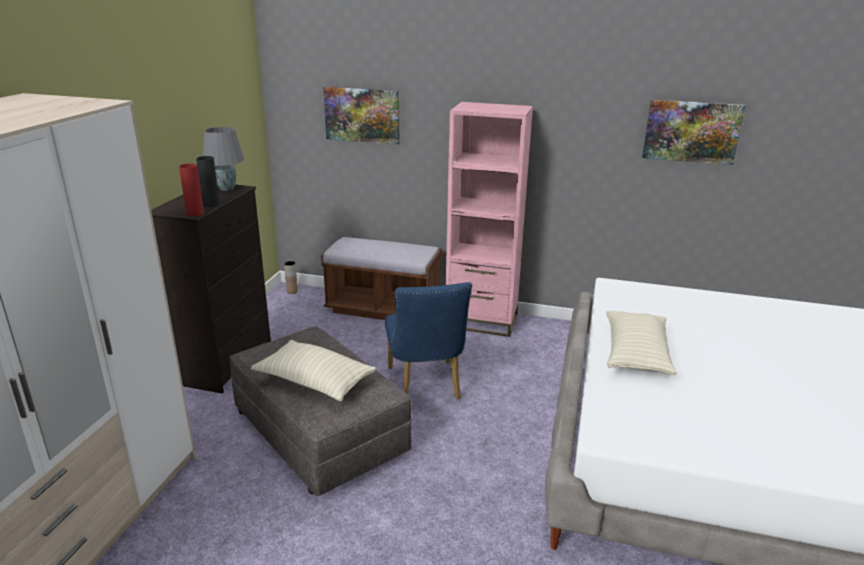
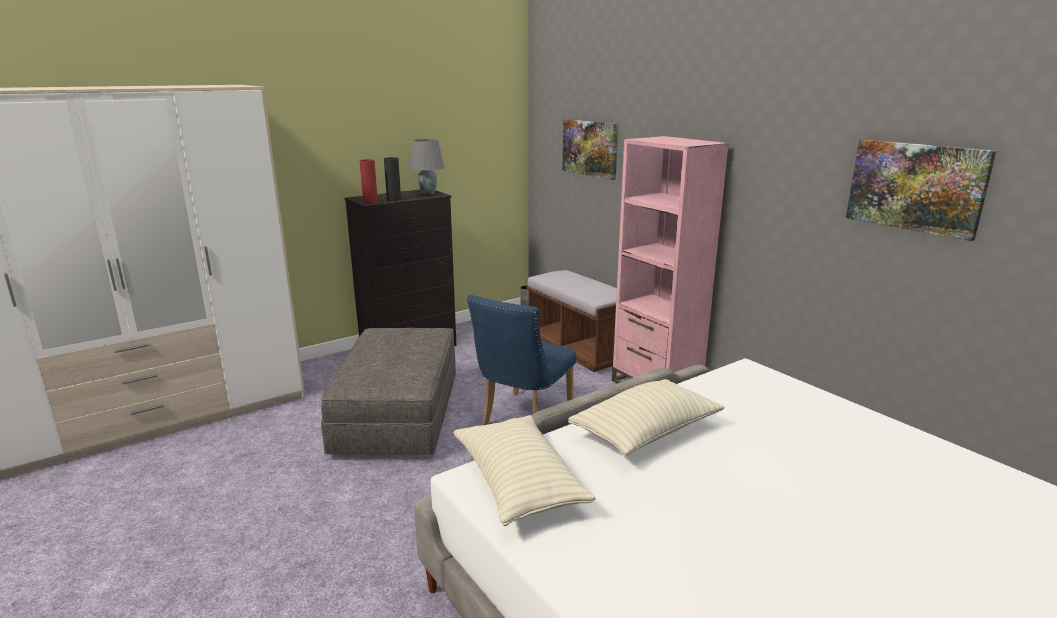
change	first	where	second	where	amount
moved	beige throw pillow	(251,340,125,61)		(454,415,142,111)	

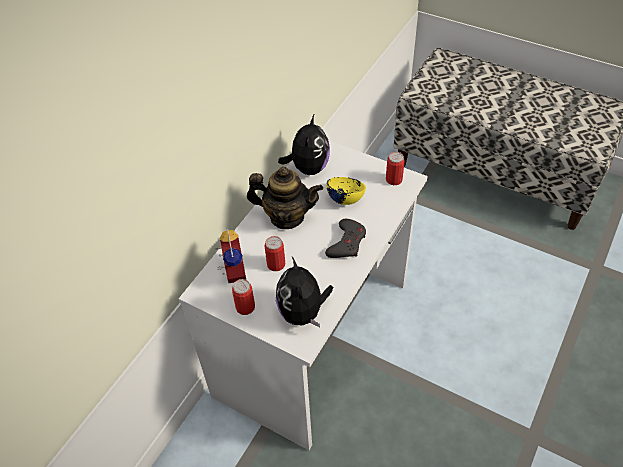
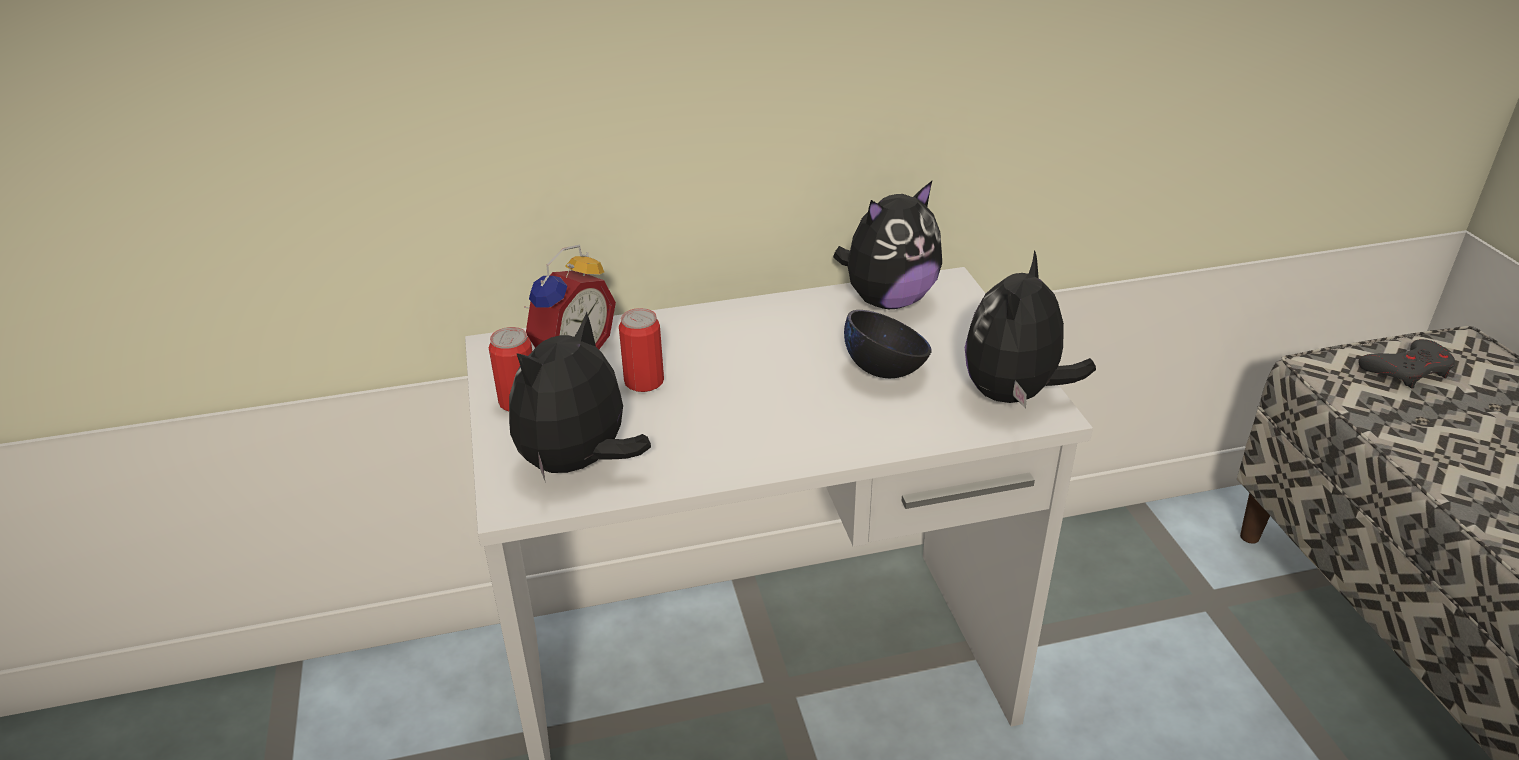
change	first	where	second	where	amount
removed	pot for tea	(247,167,76,62)			
moved	gray joypad	(325,219,41,39)		(1358,339,97,50)	
recoloured	yellow-coloured bowl	(327,177,39,28)	black-coloured bowl	(844,310,88,68)	
replaced	metal can	(386,152,19,33)	plush toy	(965,250,131,158)	

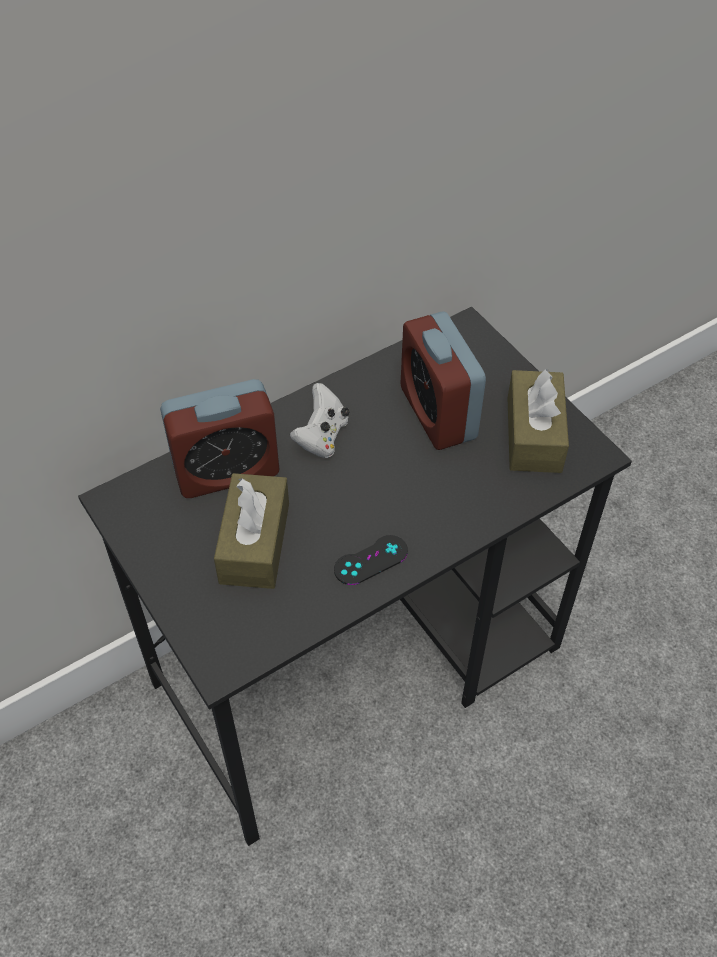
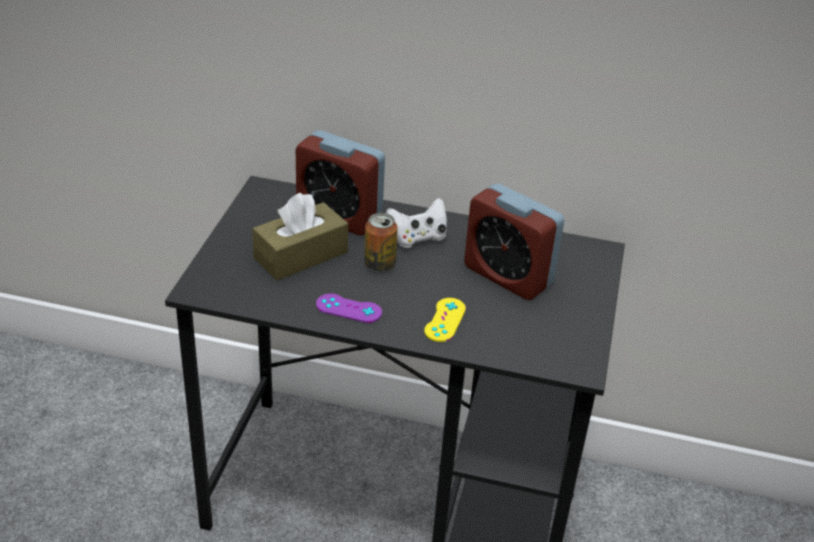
change	first	where	second	where	amount
recoloured	black-coloured joypad	(334,535,74,50)	purple-coloured joypad	(316,294,66,29)	
turned	table clock	(401,311,85,139)		(464,184,101,116)	75 degrees counterclockwise
removed	brownish tissue holder	(508,369,61,104)			
added			metal can	(364,213,33,59)	
added			yellow-coloured joypad	(424,298,42,44)	

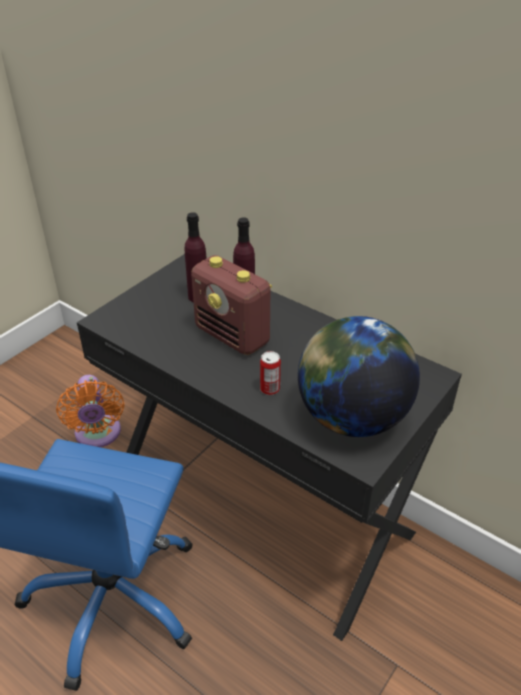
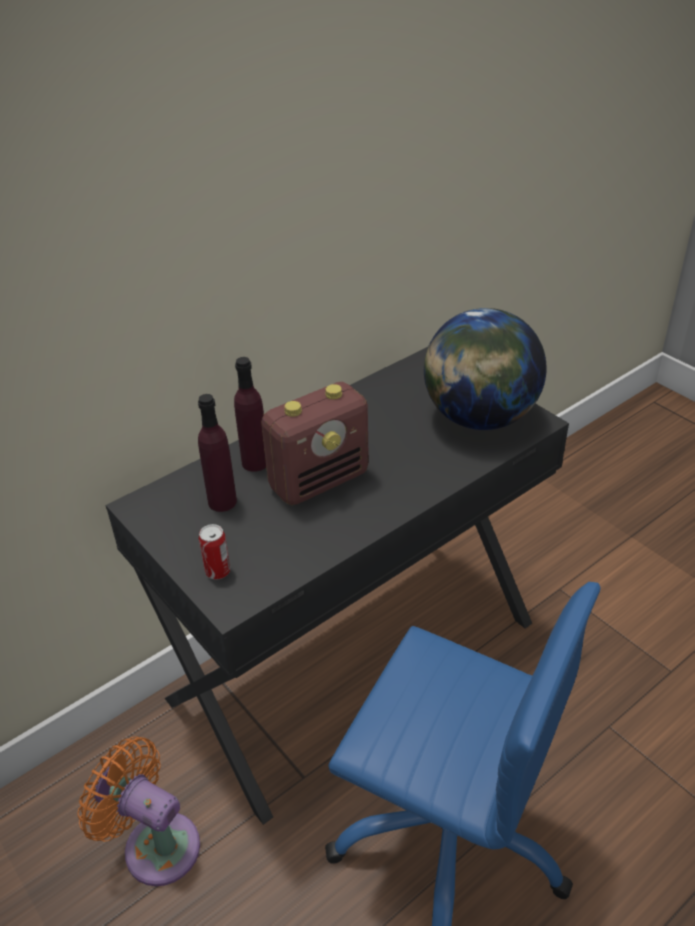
change	first	where	second	where	amount
turned	orangey electric fan	(56,375,69,72)		(77,736,123,150)	150 degrees counterclockwise
moved	metal can	(260,351,21,44)		(199,524,31,56)	

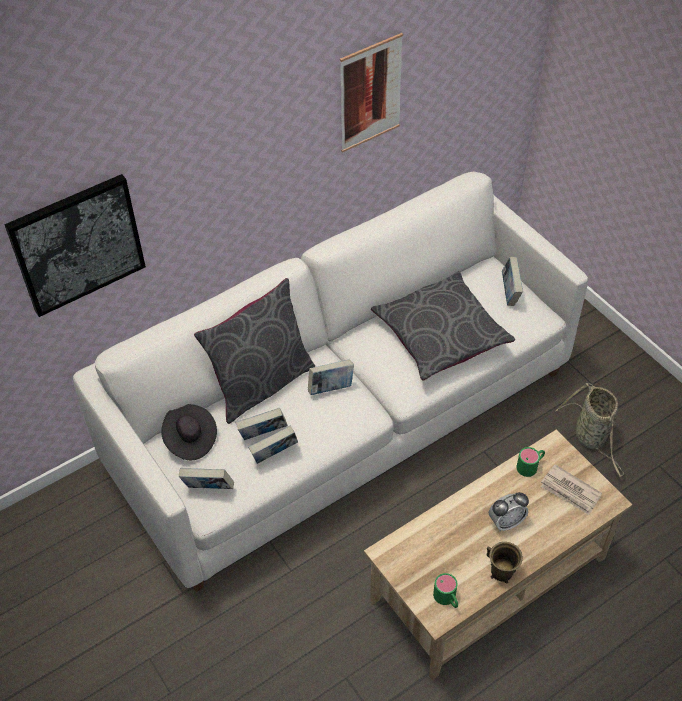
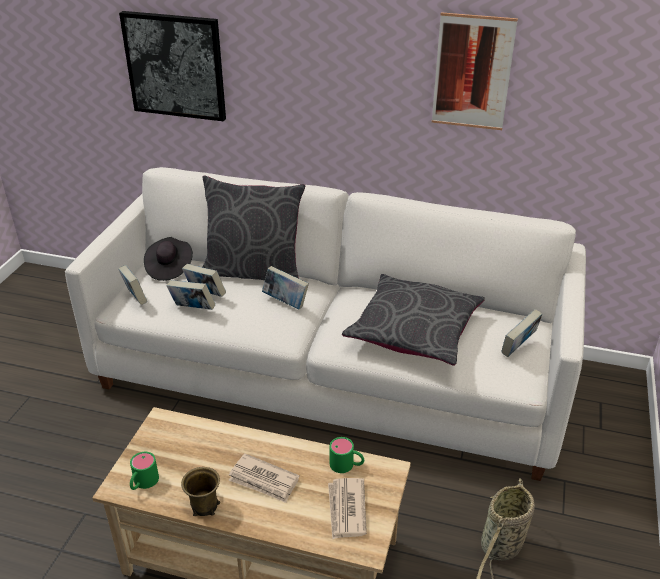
change	first	where	second	where	amount
replaced	table clock	(489,492,40,39)	newspaper	(228,453,71,50)	

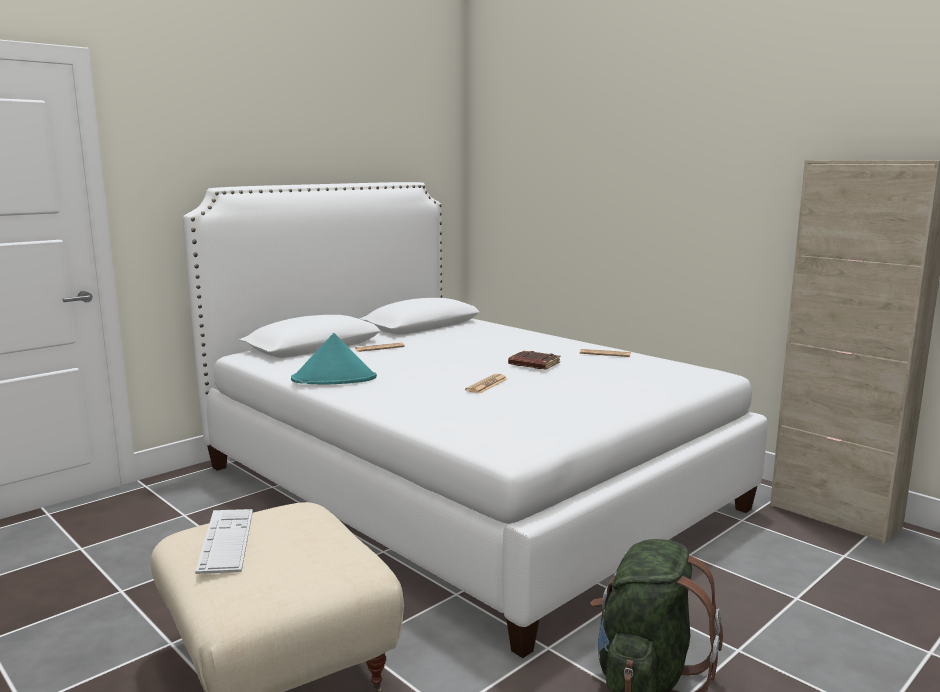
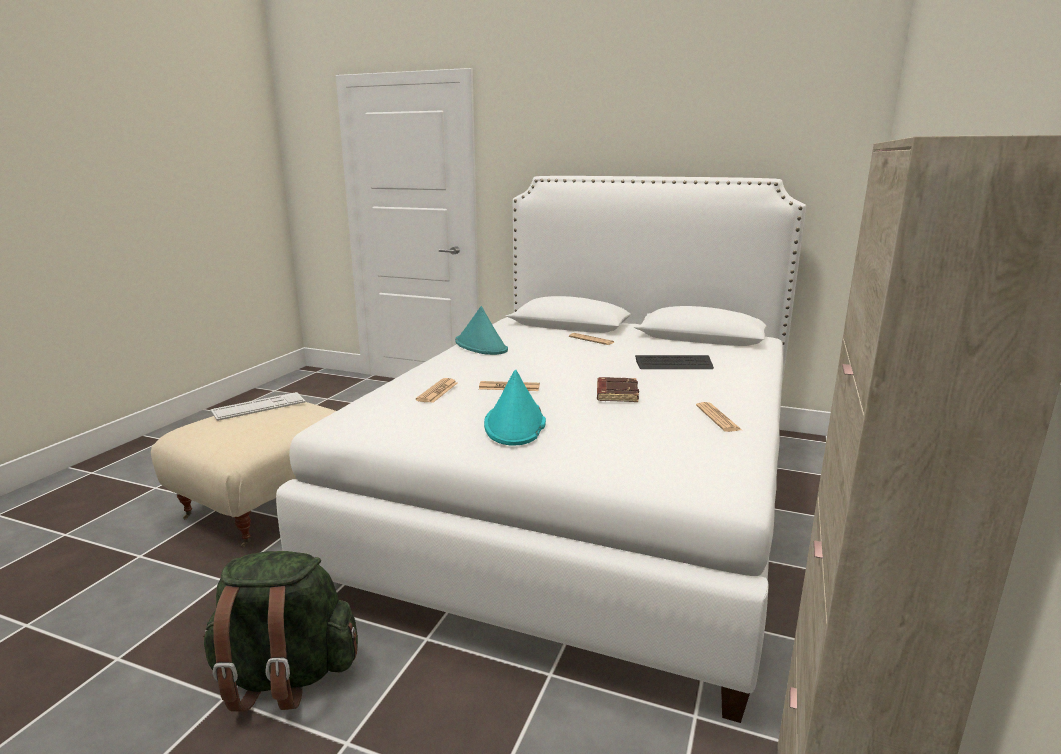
change	first	where	second	where	amount
added			newspaper	(416,378,41,25)	
added			turquoise hat	(484,370,62,76)	
added			computer keyboard	(635,355,79,14)	

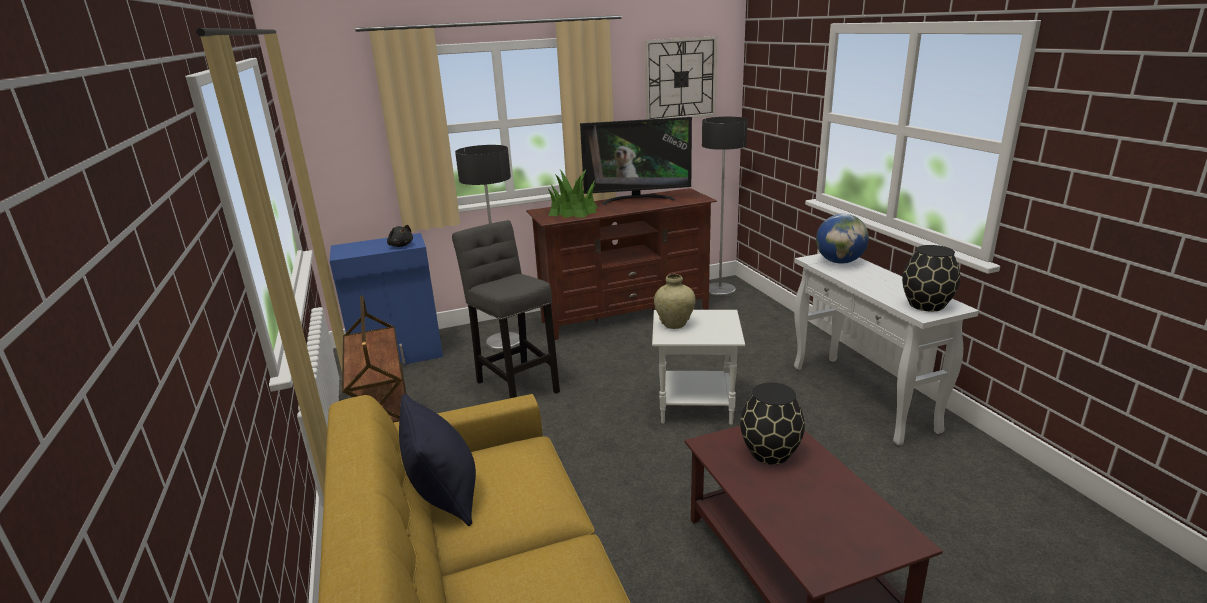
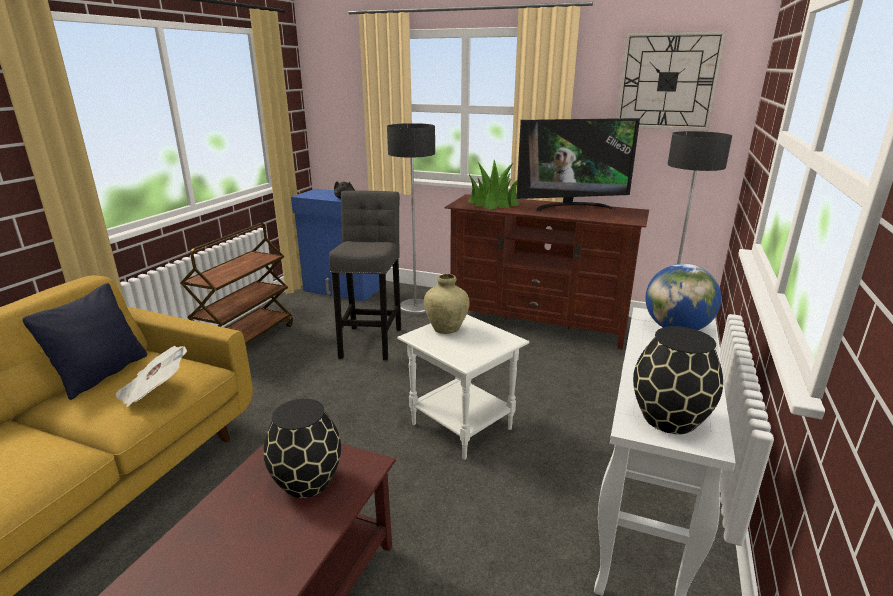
change	first	where	second	where	amount
turned	television	(580,117,112,88)		(516,118,124,94)	45 degrees counterclockwise
added			newspaper	(116,346,71,61)	

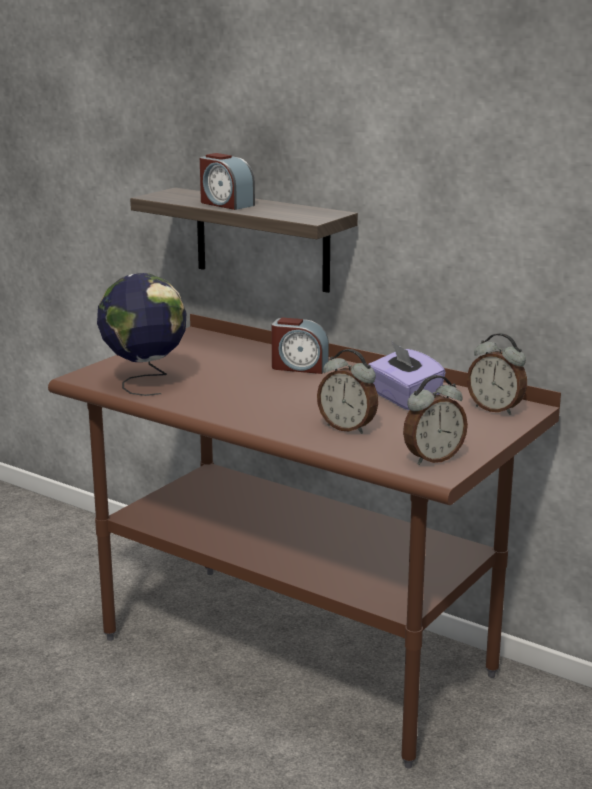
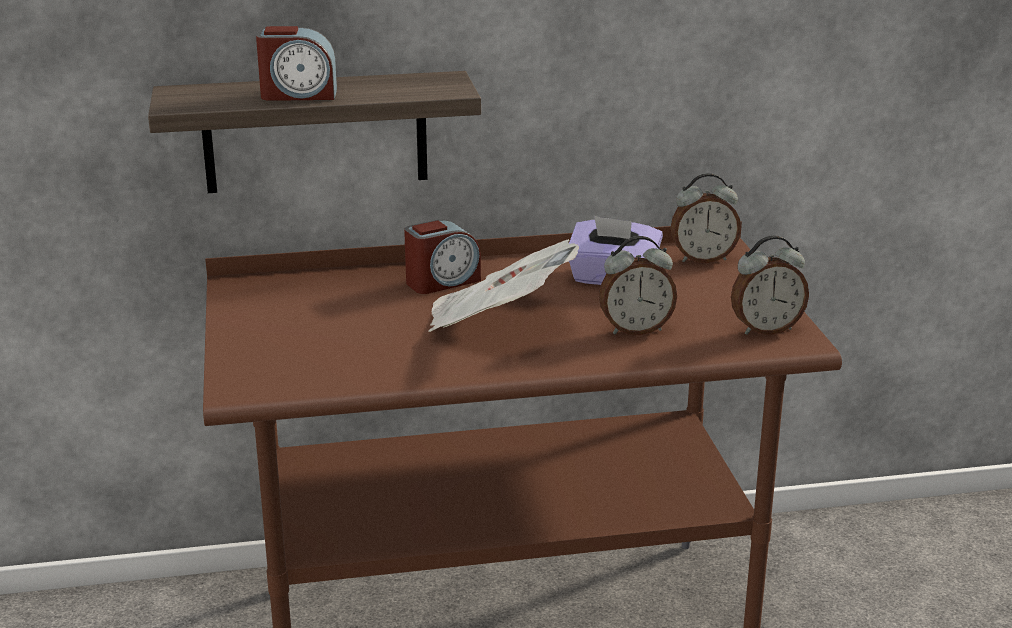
change	first	where	second	where	amount
removed	desk globe	(97,273,89,123)			
turned	table clock	(403,375,65,90)		(731,236,78,99)	60 degrees clockwise
added			newspaper	(428,239,151,93)	

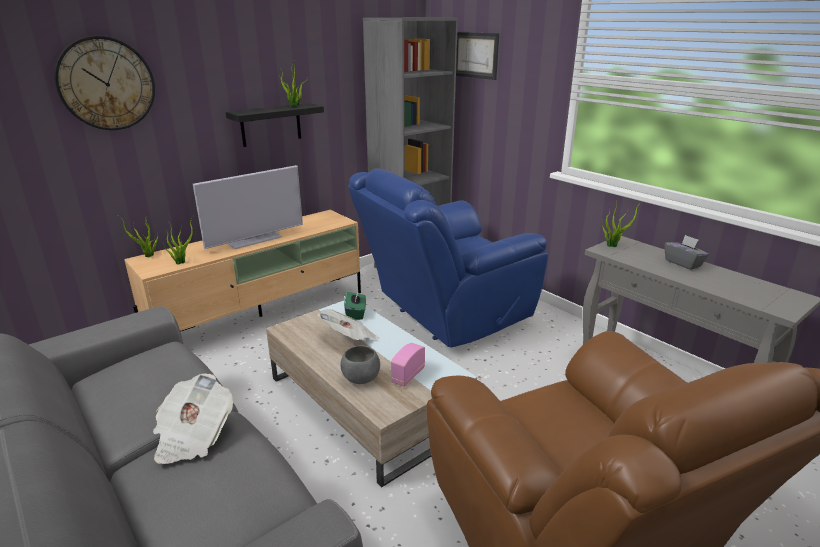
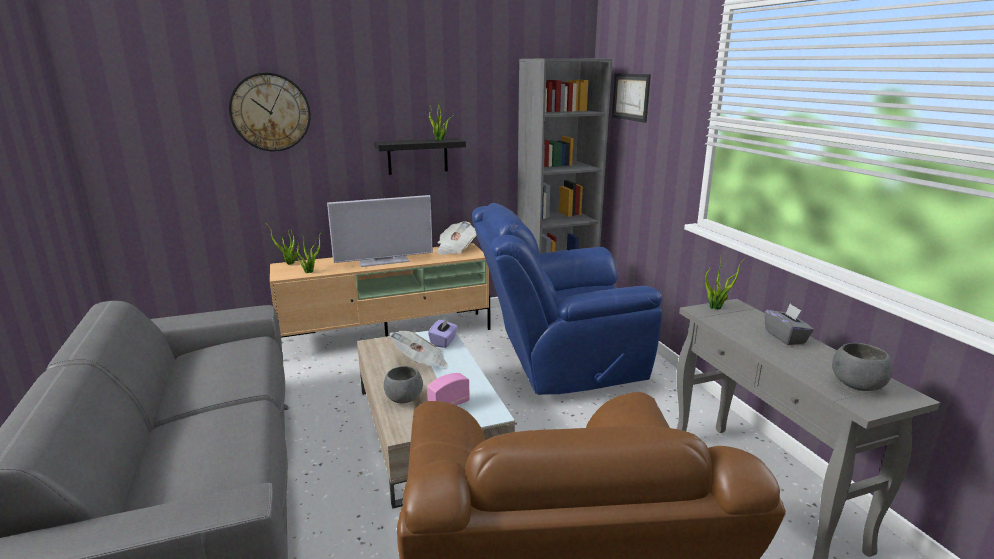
change	first	where	second	where	amount
moved	newspaper	(153,373,80,91)		(437,221,39,34)	
recoloured	greenish tissue holder	(344,292,22,28)	purple-coloured tissue holder	(428,318,30,30)	
added			gray bowl	(832,343,61,48)	

